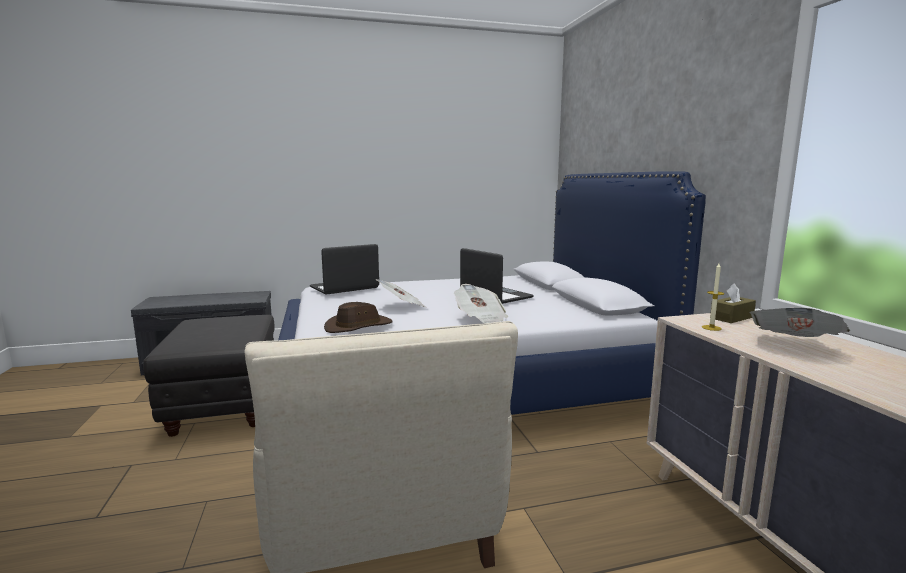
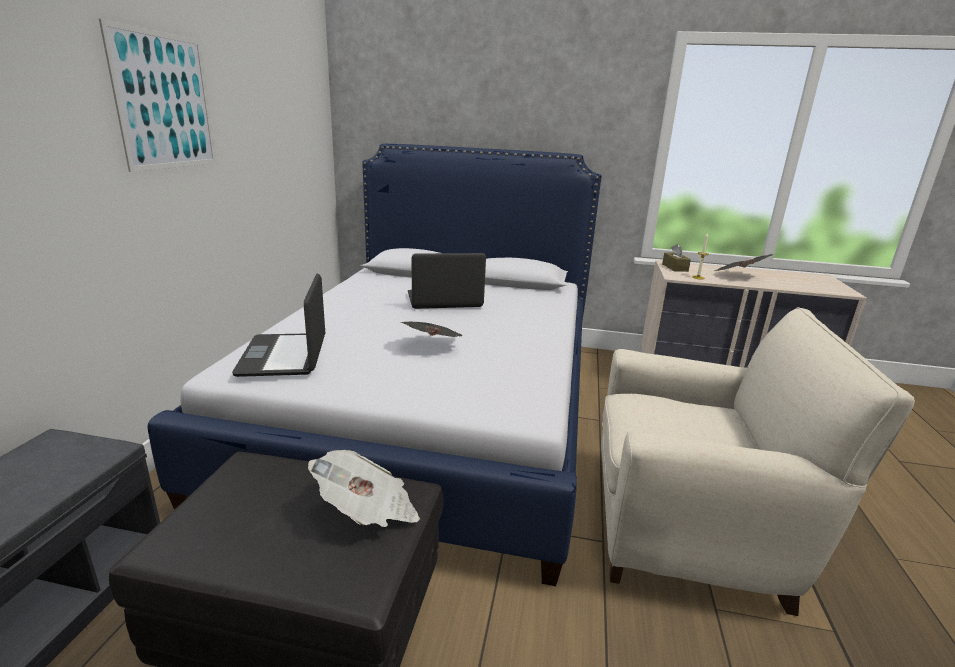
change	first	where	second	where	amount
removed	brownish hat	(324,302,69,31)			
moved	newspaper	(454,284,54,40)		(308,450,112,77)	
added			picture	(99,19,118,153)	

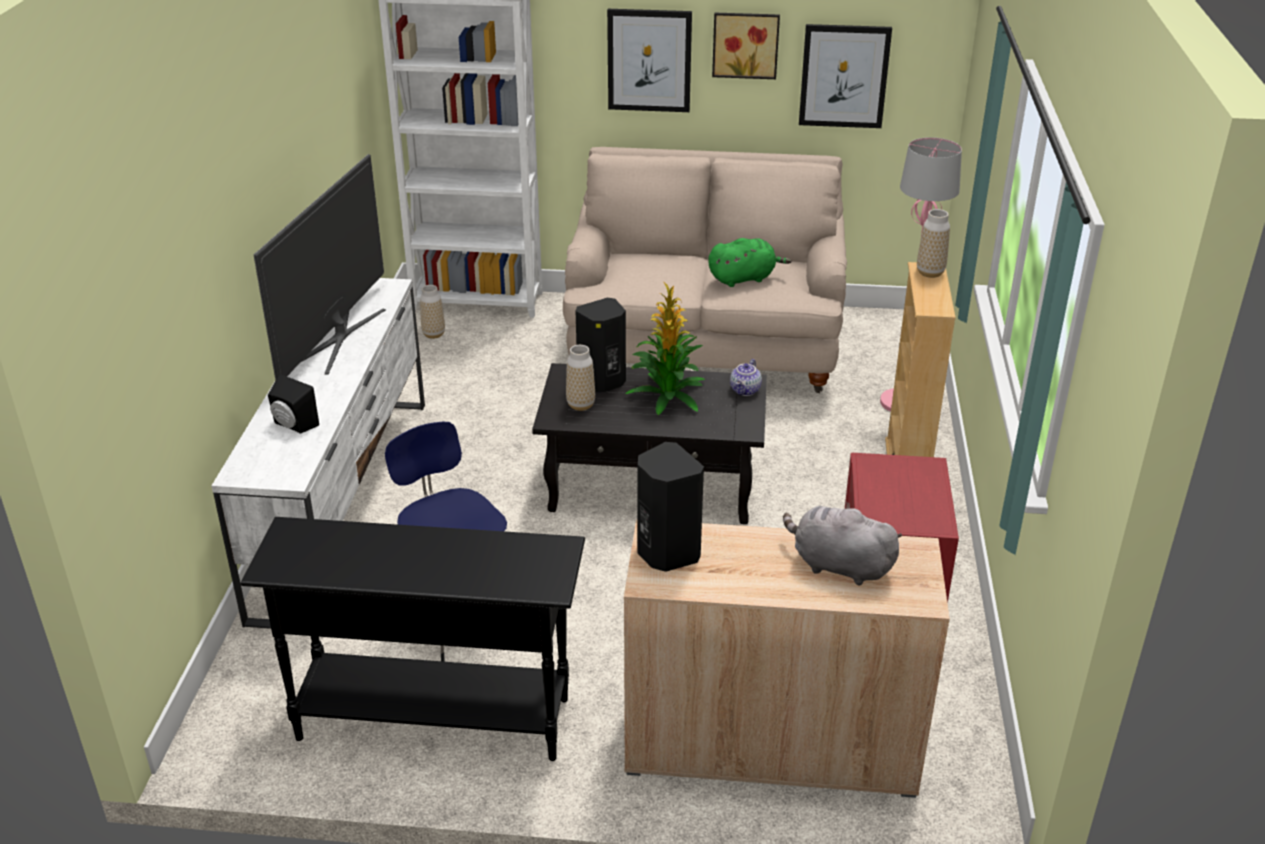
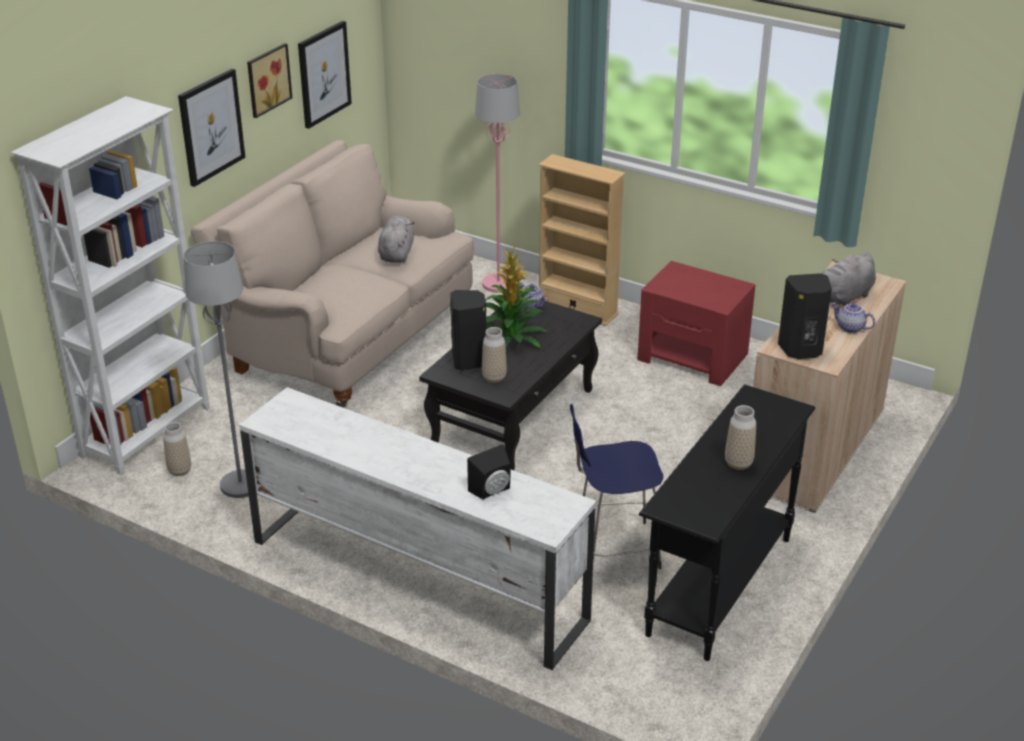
change	first	where	second	where	amount
removed	television	(253,154,133,226)			
recoloured	greenish plush toy	(708,238,83,49)	gray plush toy	(378,216,37,47)	
moved	flower vase	(917,209,33,69)		(725,405,31,65)	
added			gray standing lamp	(184,241,65,257)	
added			pot for tea	(831,302,44,31)	

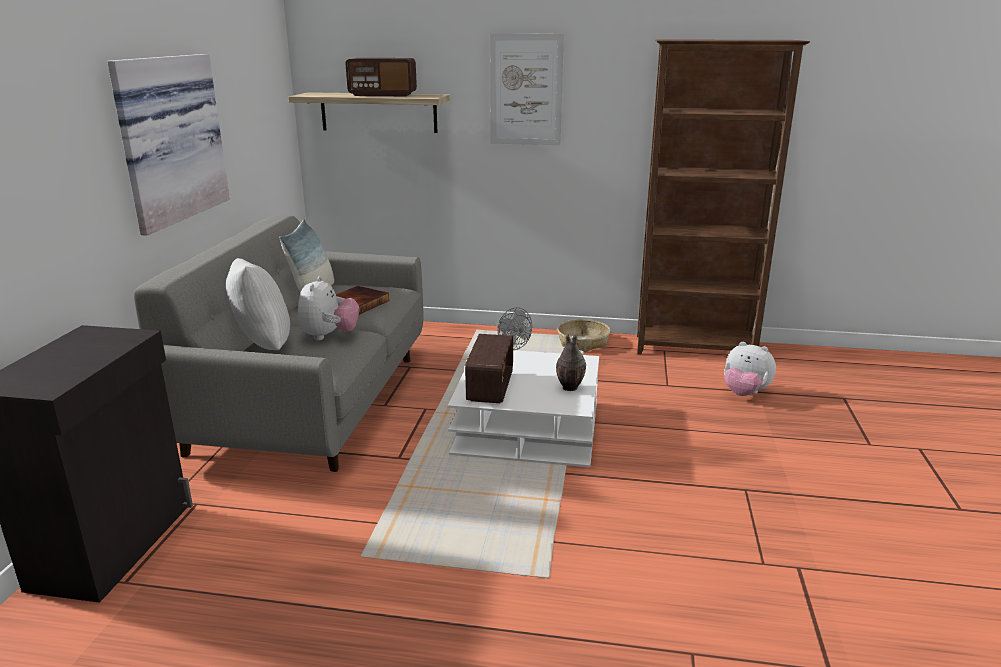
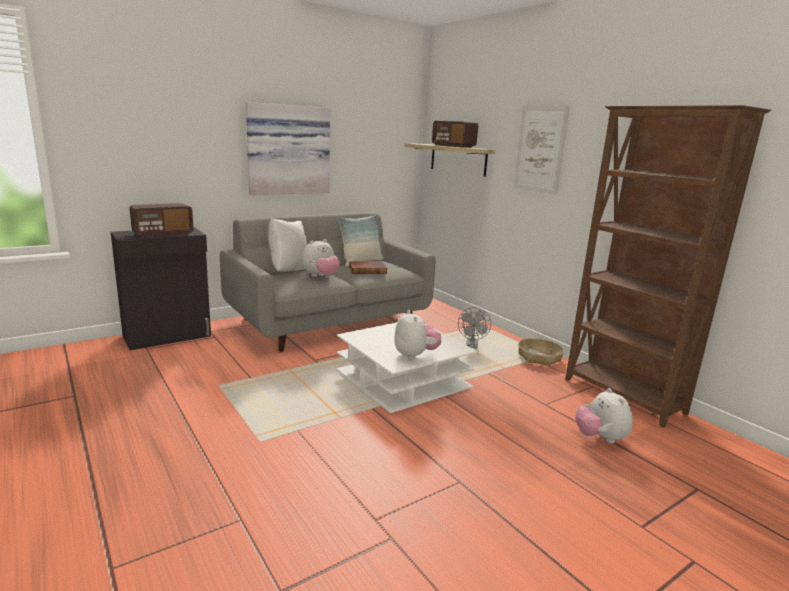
change	first	where	second	where	amount
moved	radio receiver	(465,334,48,69)		(129,203,65,35)	
replaced	flower vase	(556,334,30,57)	plush toy	(394,310,47,50)	

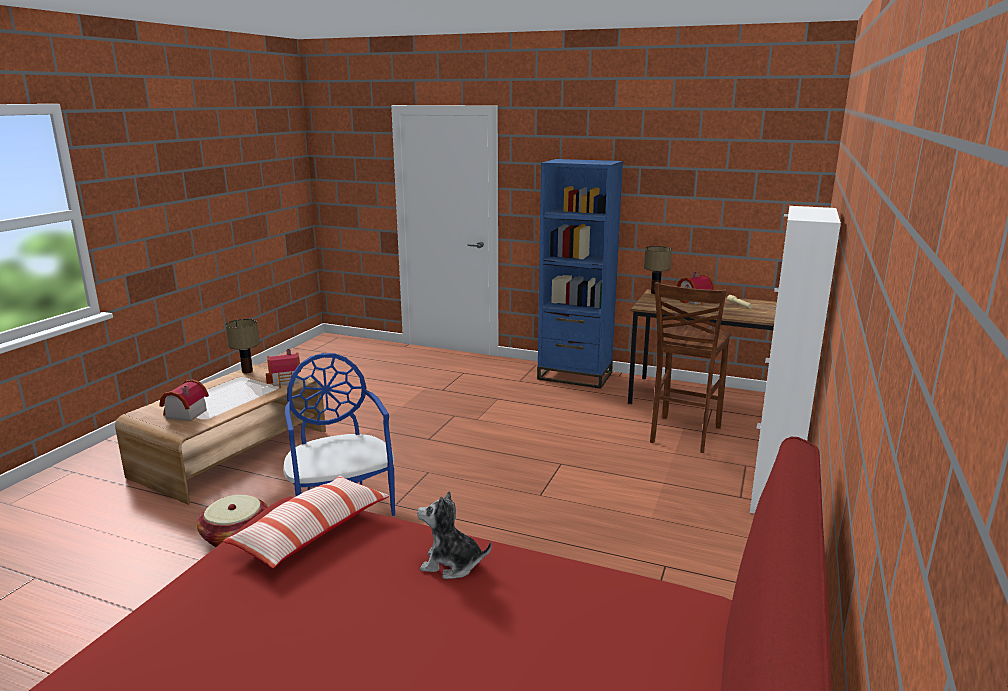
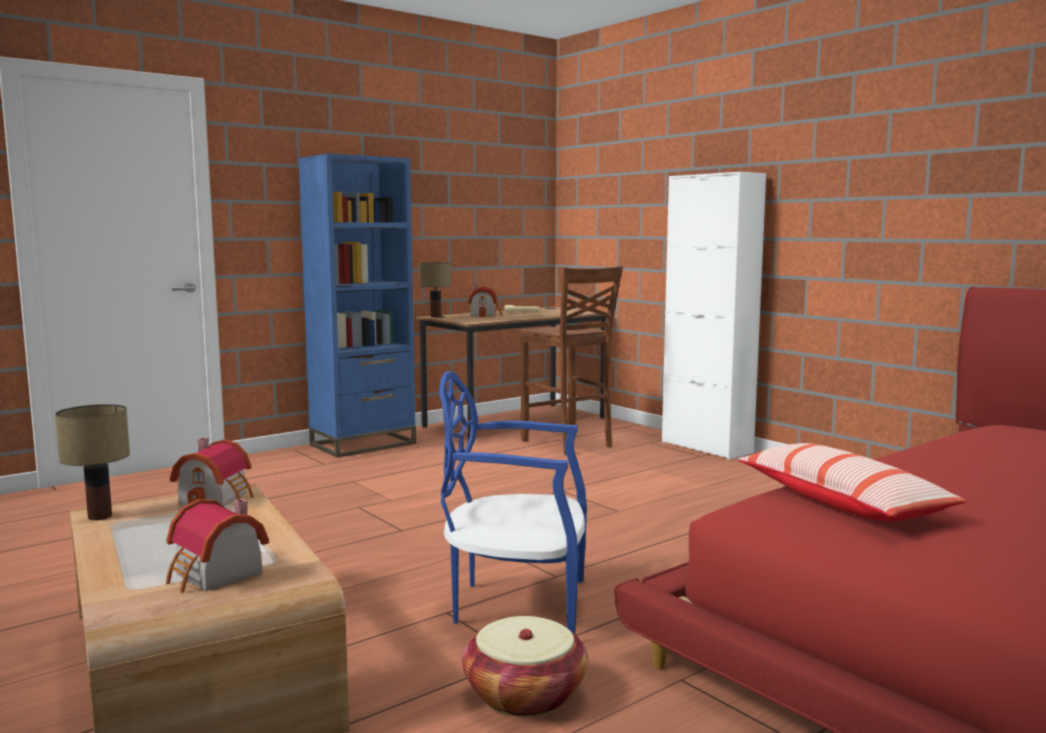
change	first	where	second	where	amount
removed	plush toy	(417,491,75,88)			

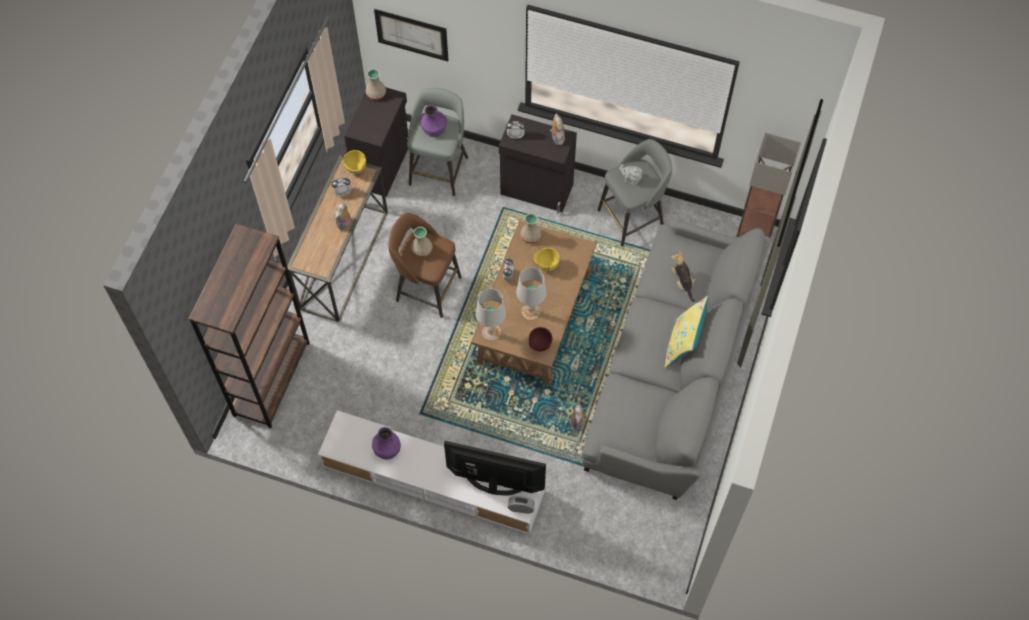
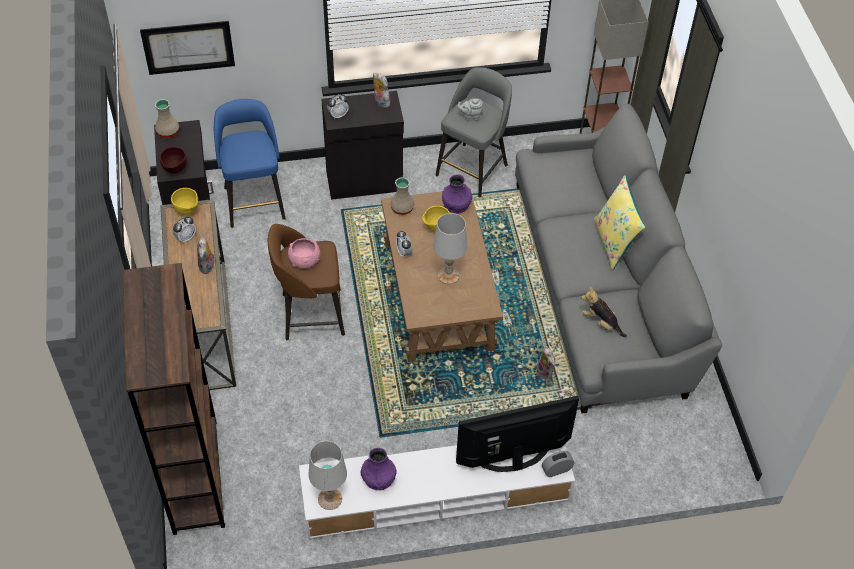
change	first	where	second	where	amount
recoloured	gray stool	(407,88,61,108)	blue-coloured stool	(214,99,72,129)	
replaced	beige flower vase	(411,227,22,30)	pink-coloured bowl	(288,238,32,30)	
moved	purple-coloured flower vase	(421,105,26,32)		(442,174,30,39)	
moved	whitish tabletop lamp	(476,289,30,52)		(308,441,39,69)	
moved	brownish bowl	(529,327,23,25)		(160,147,27,26)	
moved	plush toy	(671,251,24,51)		(581,287,46,50)	

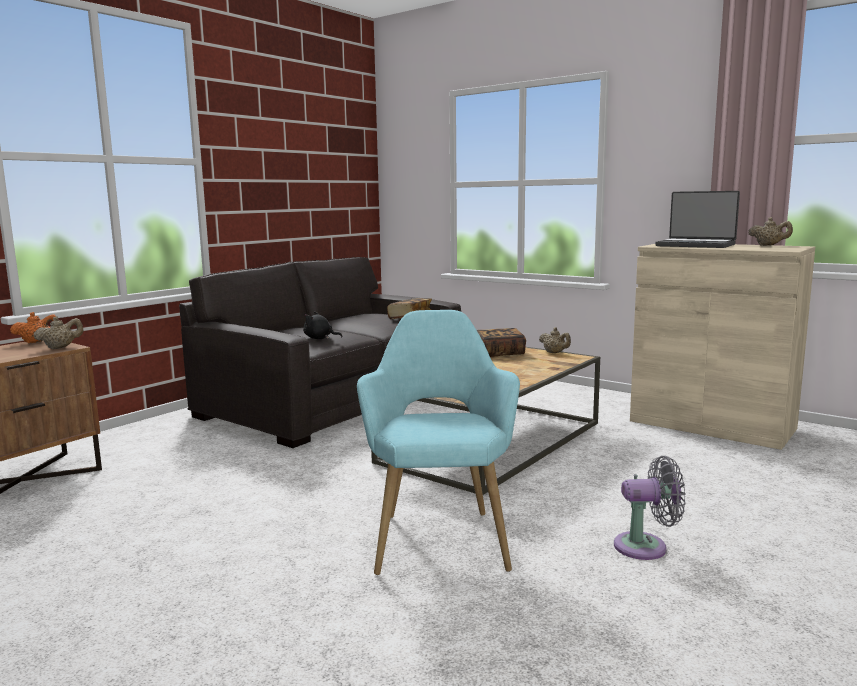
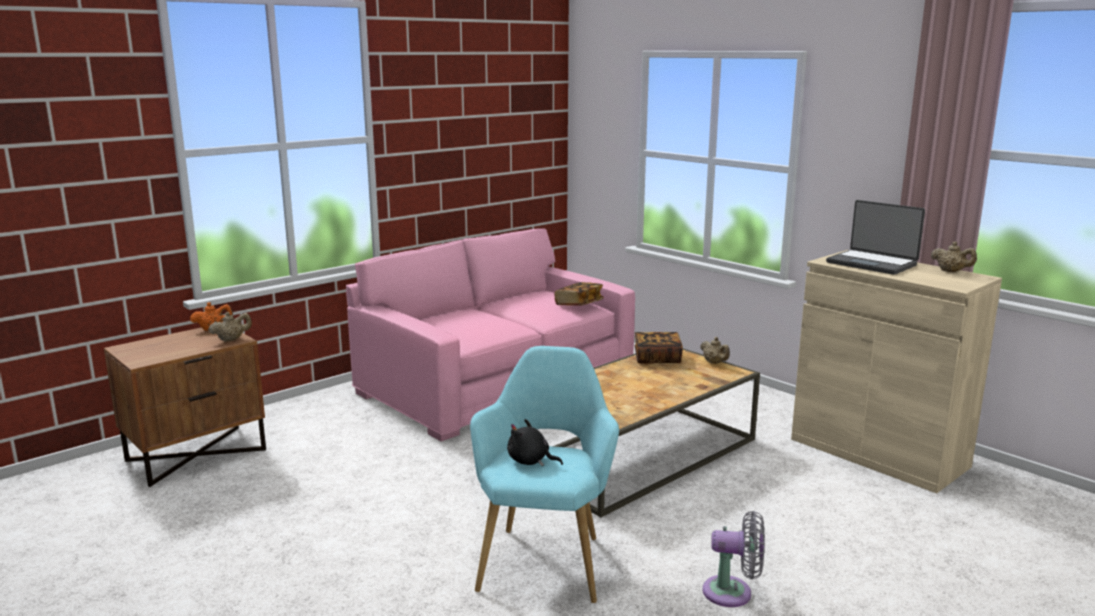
change	first	where	second	where	amount
recoloured	gray sofa	(179,257,282,191)	pink-coloured sofa	(346,228,289,214)	
moved	black-coloured plush toy	(303,311,40,28)		(507,419,56,47)	

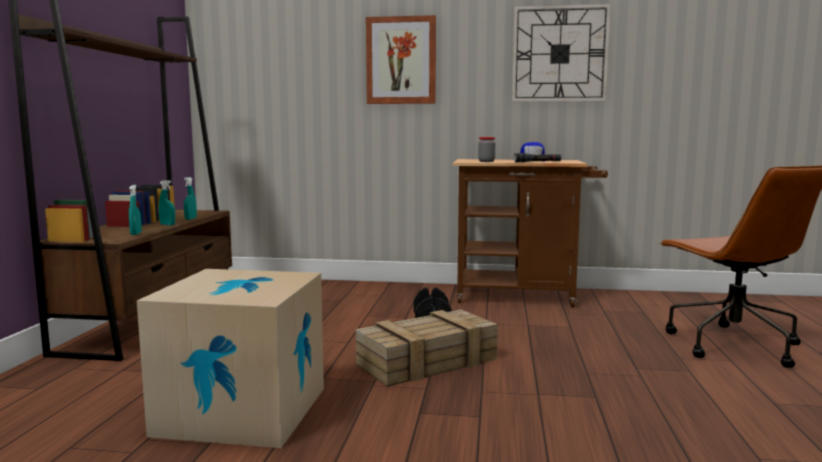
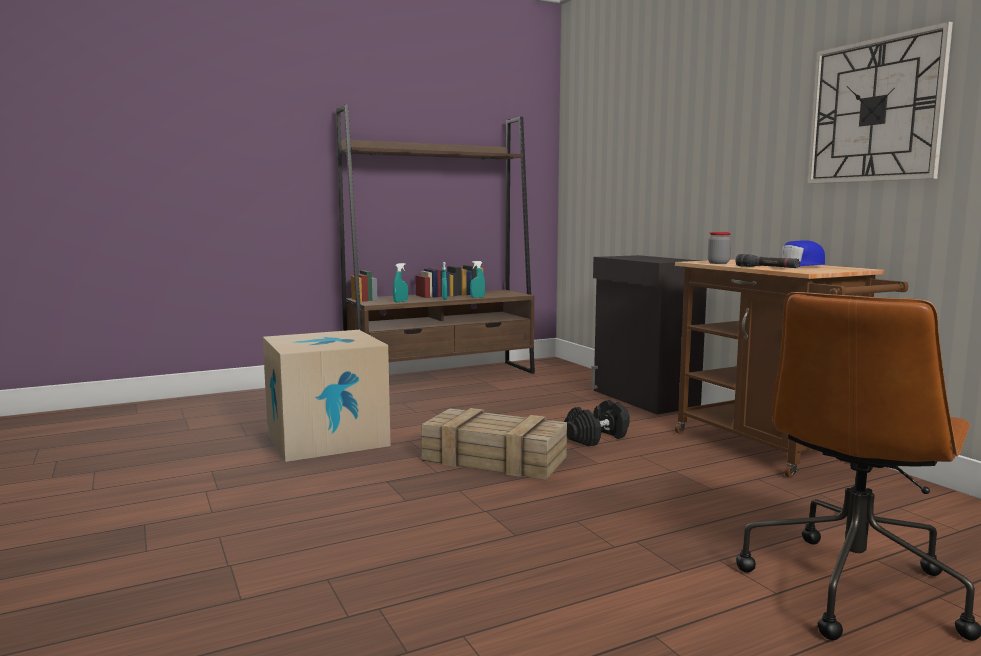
change	first	where	second	where	amount
removed	picture	(366,15,70,89)			
added			black-coloured cupboard	(591,255,116,159)	

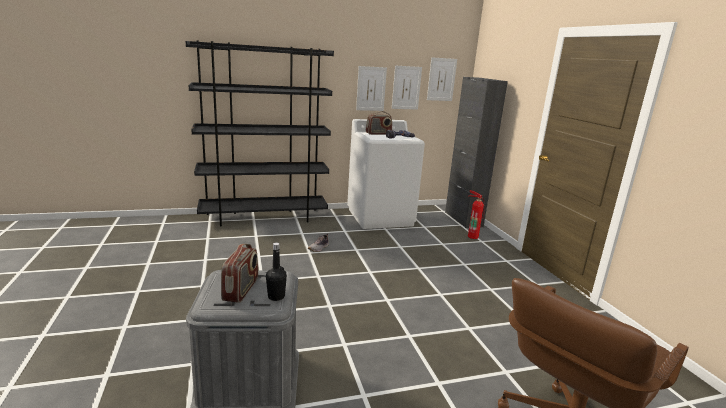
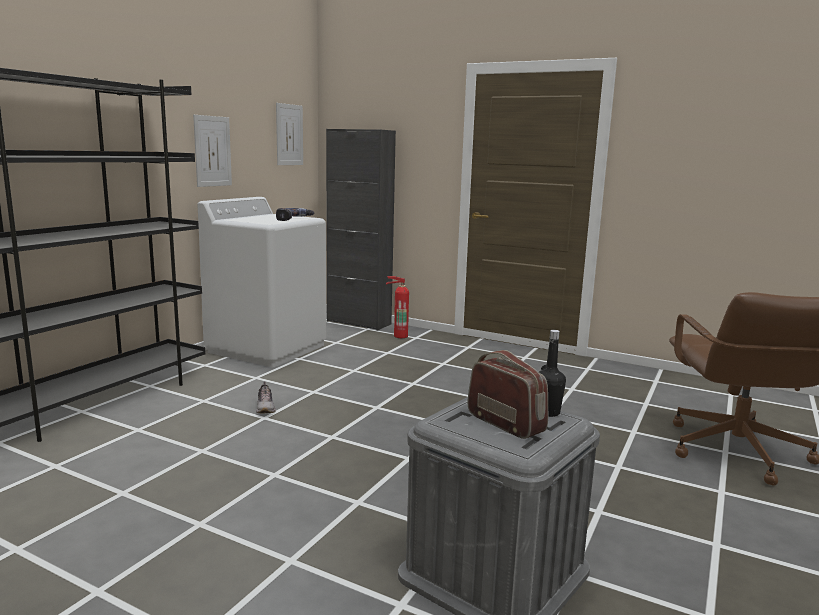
change	first	where	second	where	amount
removed	radio receiver	(366,111,26,24)			
removed	picture	(392,66,30,44)			

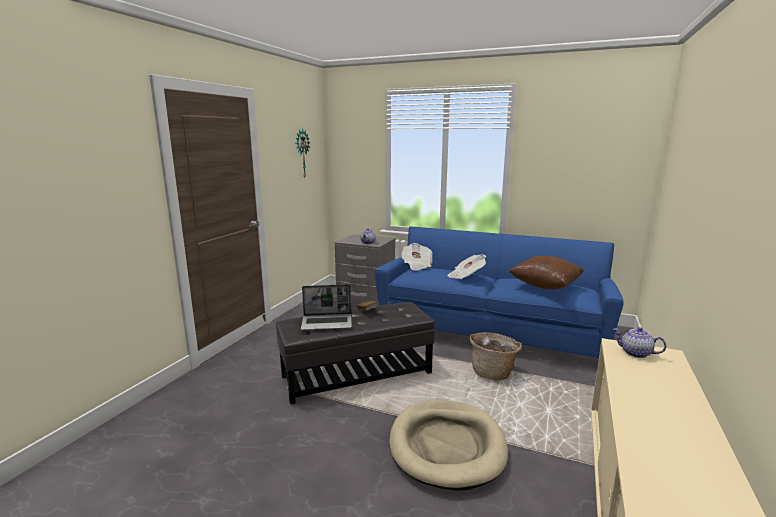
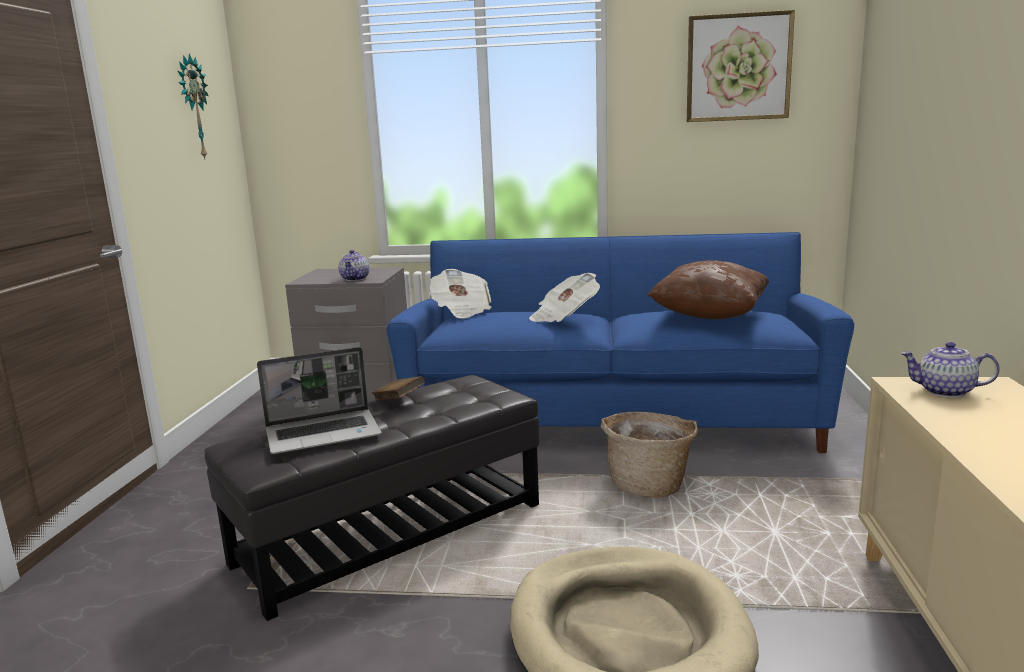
change	first	where	second	where	amount
added			picture	(687,10,108,112)	

